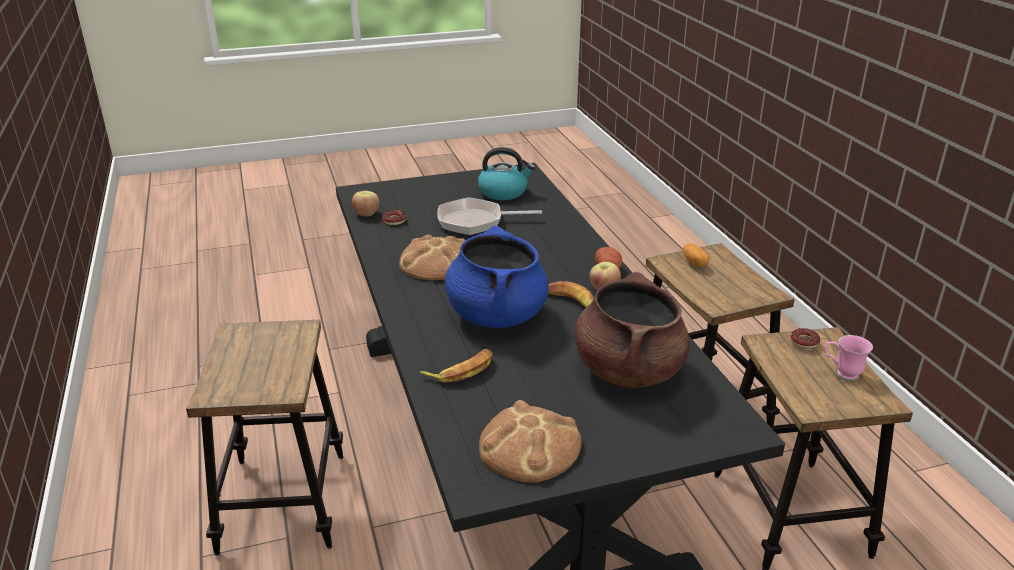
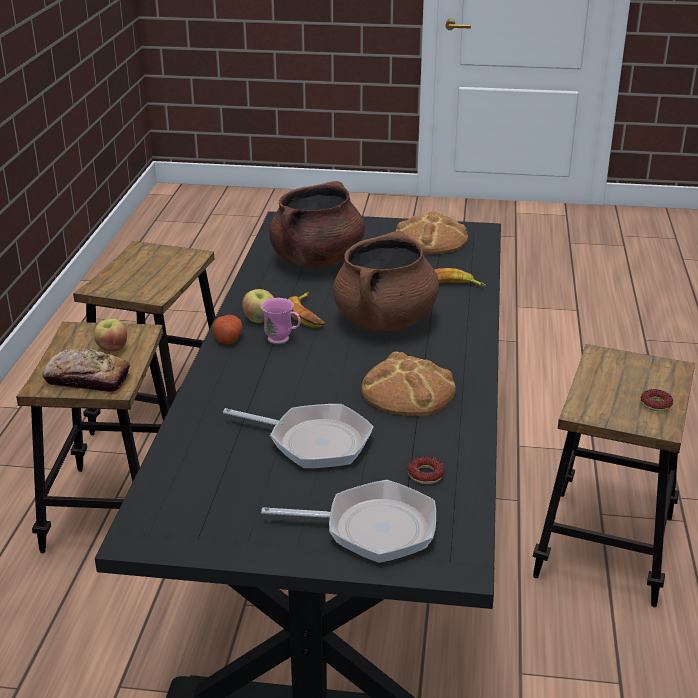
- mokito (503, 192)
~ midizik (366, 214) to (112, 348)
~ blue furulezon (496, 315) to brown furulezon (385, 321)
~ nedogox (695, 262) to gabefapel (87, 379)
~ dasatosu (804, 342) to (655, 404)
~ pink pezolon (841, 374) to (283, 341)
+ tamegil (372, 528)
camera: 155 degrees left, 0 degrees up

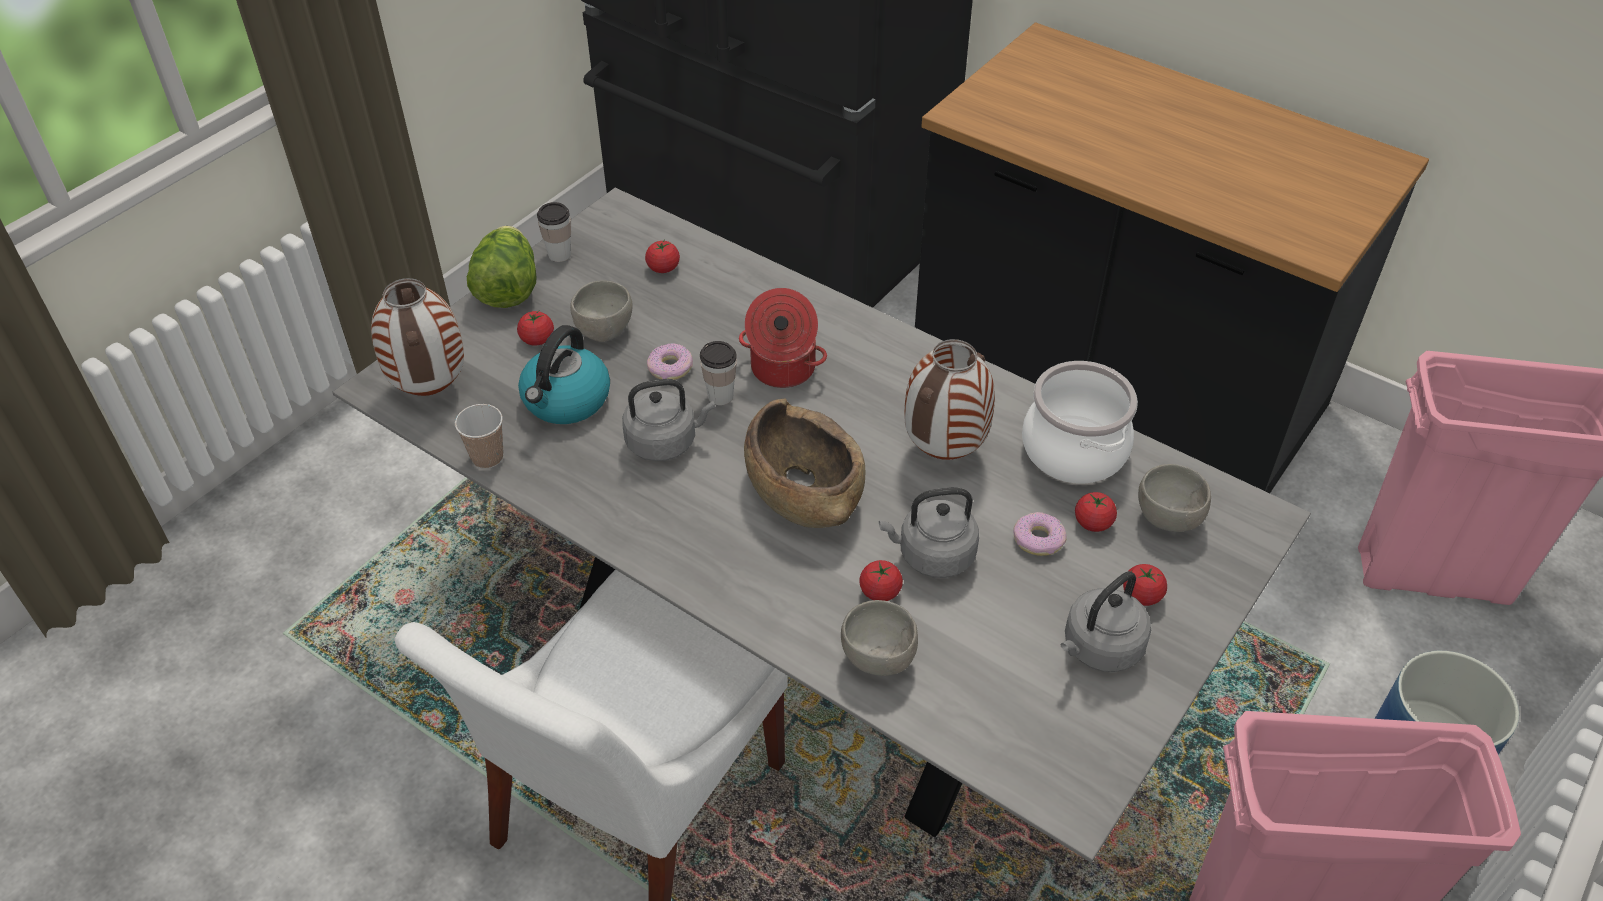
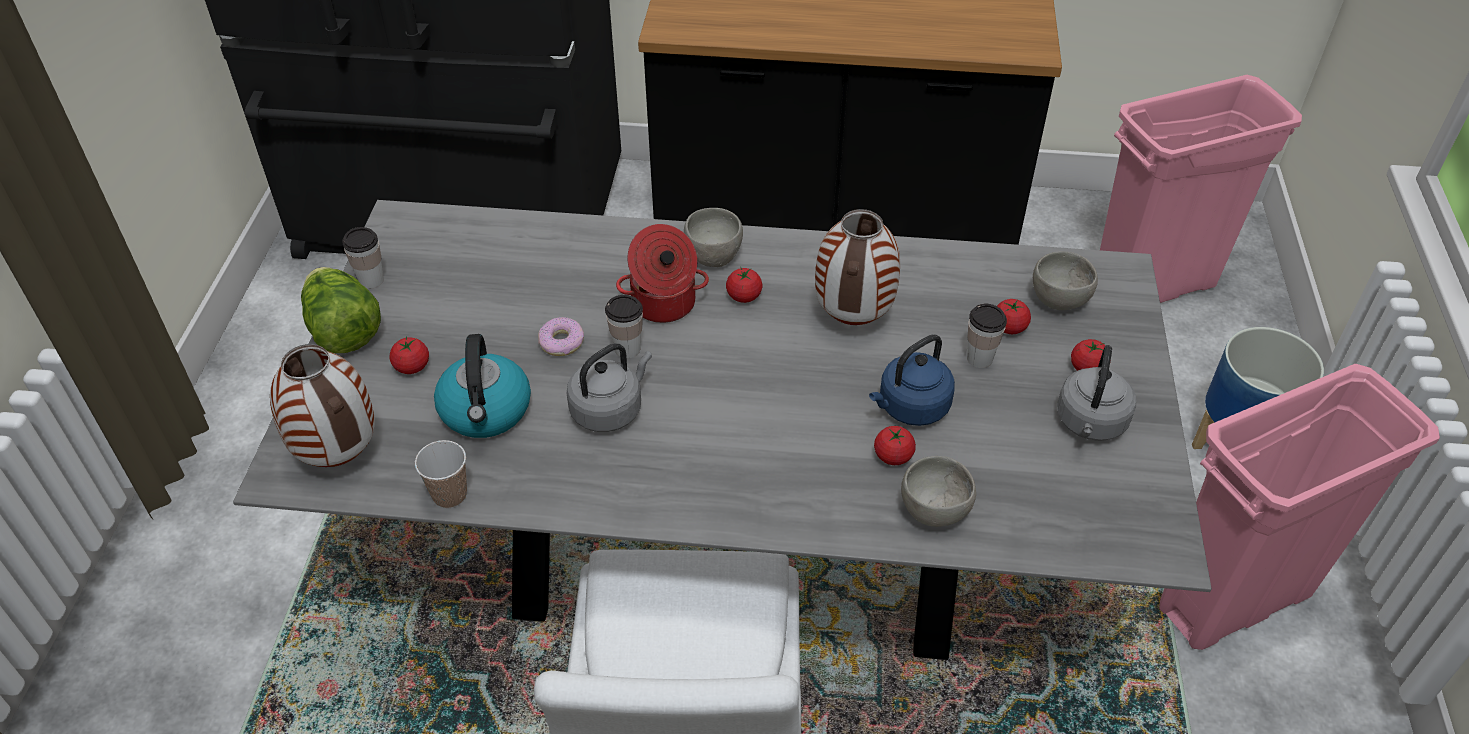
~ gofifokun (663, 268) to (744, 296)
~ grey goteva (603, 330) to (712, 256)
- furulezon (1075, 450)
- brown goteva (803, 489)
~ grey mokito (932, 556) to blue mokito (910, 408)
~ dasatosu (1038, 539) to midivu (979, 358)
camera: 30 degrees left, 0 degrees up

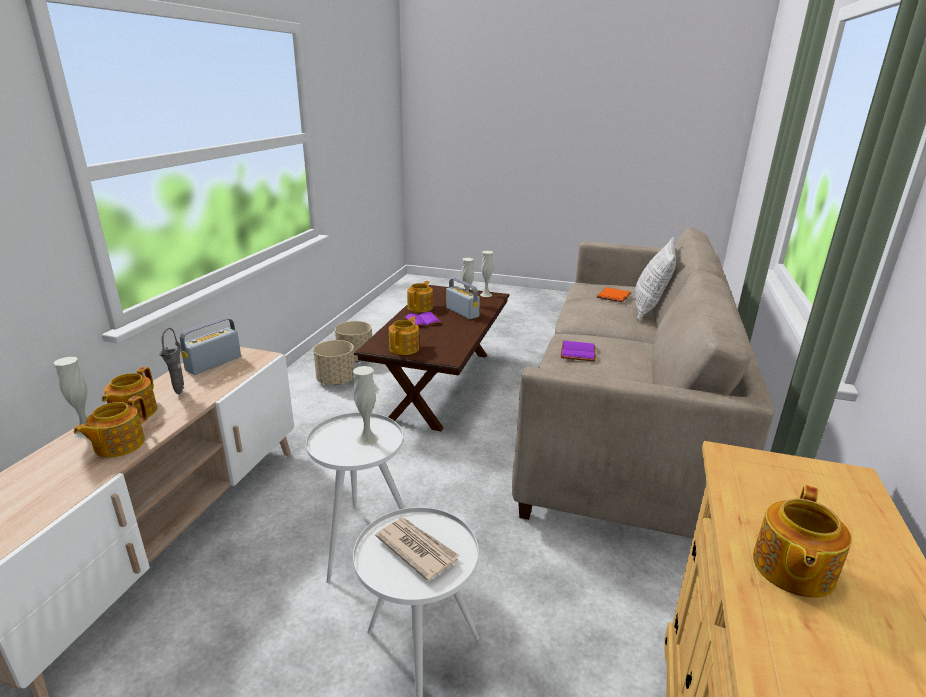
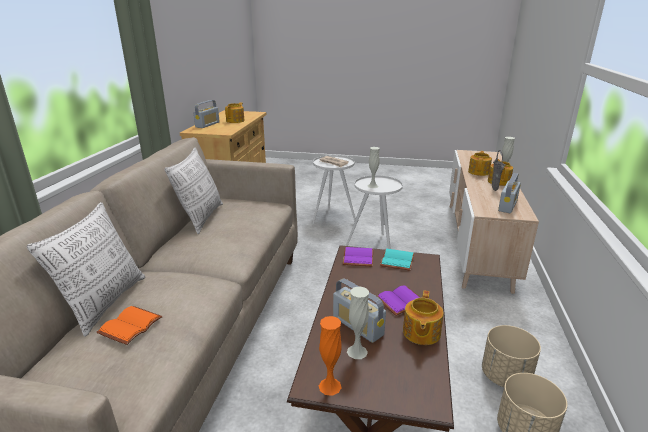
~ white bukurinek (486, 294) to orange bukurinek (330, 386)
~ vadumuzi (405, 348) to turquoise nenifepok (396, 260)
~ purple nenifepok (579, 353) to (357, 257)
+ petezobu (207, 125)
+ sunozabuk (201, 218)
camera: 175 degrees right, 0 degrees up

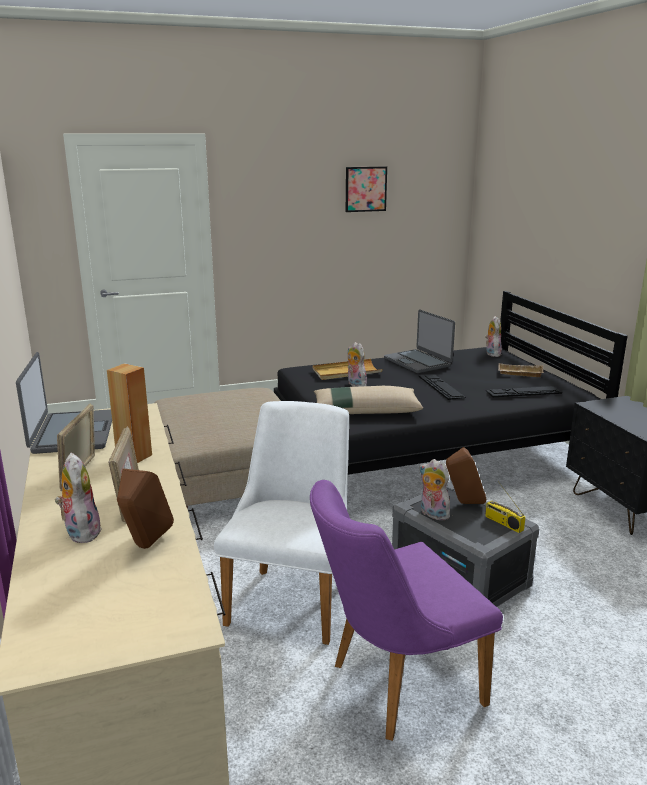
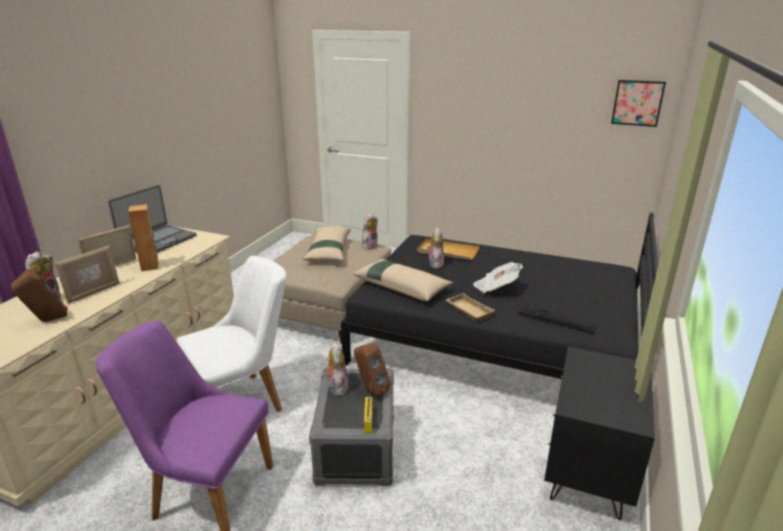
~ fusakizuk (365, 189) to (637, 103)
- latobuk (418, 362)
~ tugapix (491, 354) to (369, 246)
~ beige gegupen (519, 373) to (468, 310)
~ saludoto (441, 386) to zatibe (496, 288)
+ beige sunozabuk (328, 251)
camera: 40 degrees right, 5 degrees up

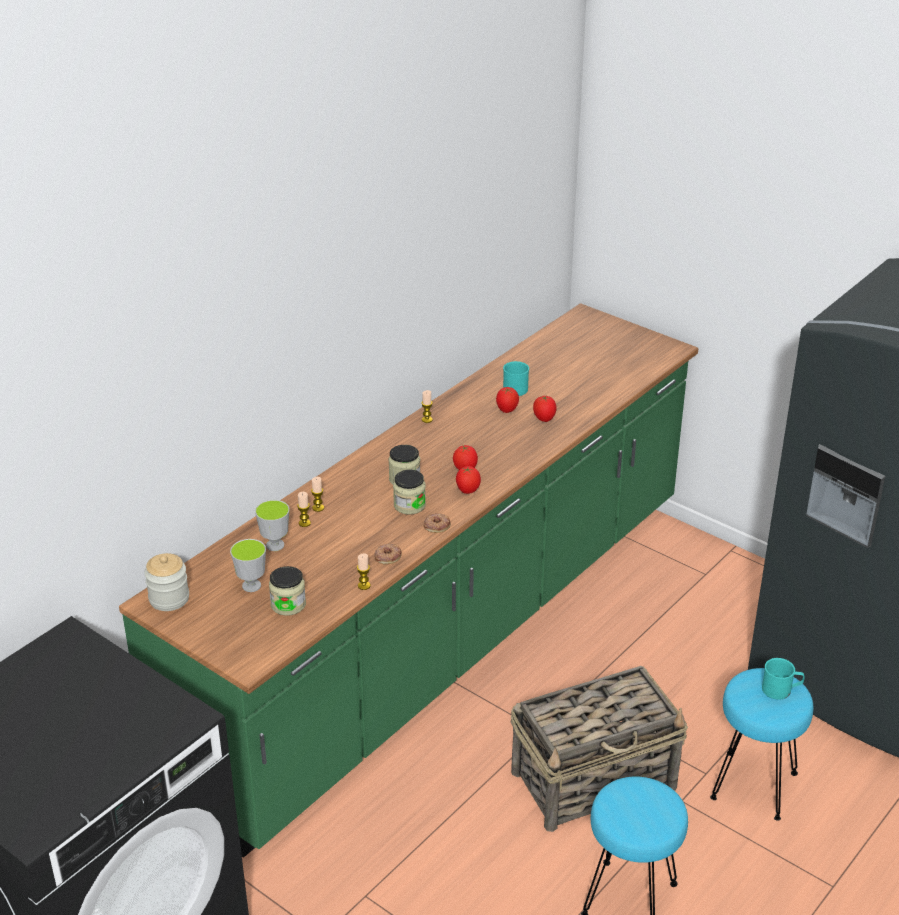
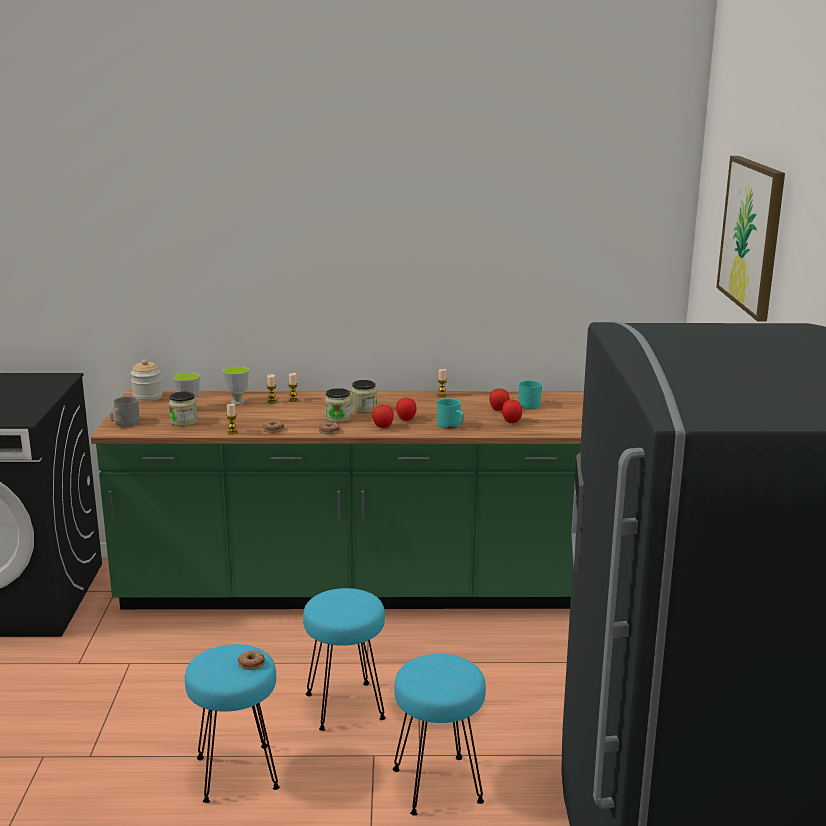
~ turquoise pezolon (781, 689) to (451, 425)
~ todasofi (595, 779) to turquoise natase (346, 706)
+ fusakizuk (752, 235)
+ grey pezolon (124, 423)
+ dasatosu (251, 663)
camera: 50 degrees right, 15 degrees down

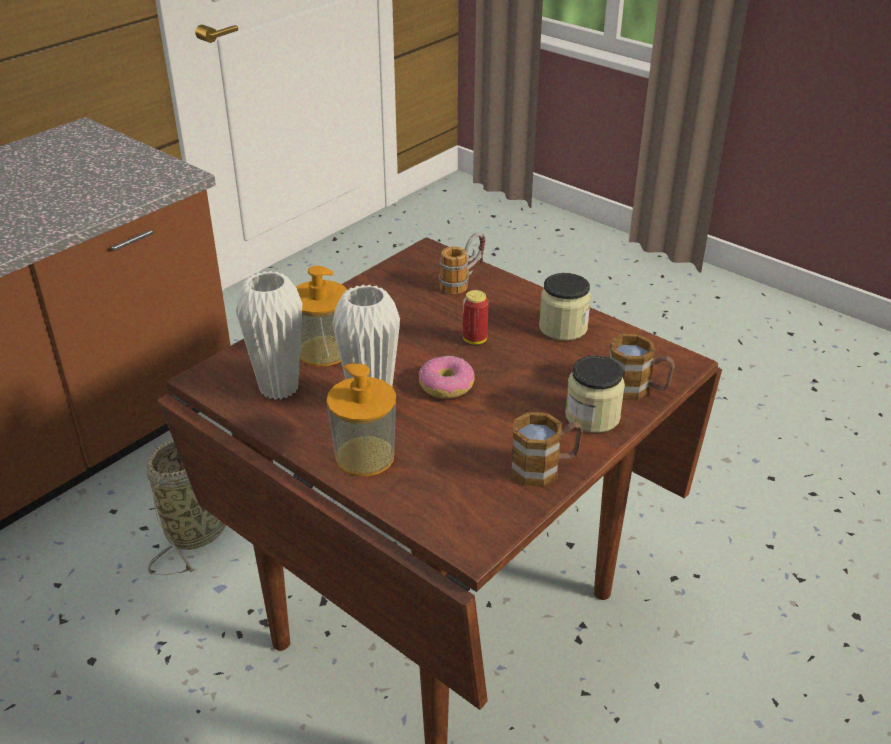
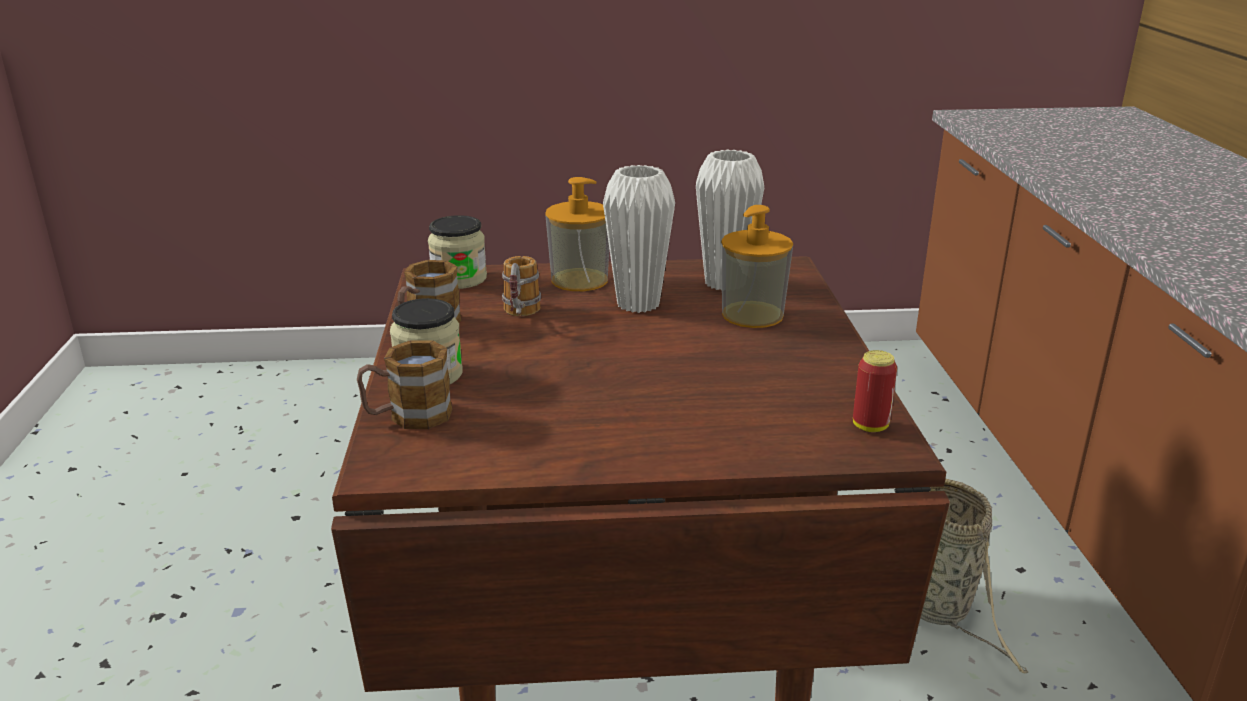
~ pezolon (463, 282) to (520, 316)
~ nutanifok (563, 327) to (459, 279)
~ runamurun (474, 340) to (870, 426)
- dasatosu (446, 386)
camera: 135 degrees right, 10 degrees down

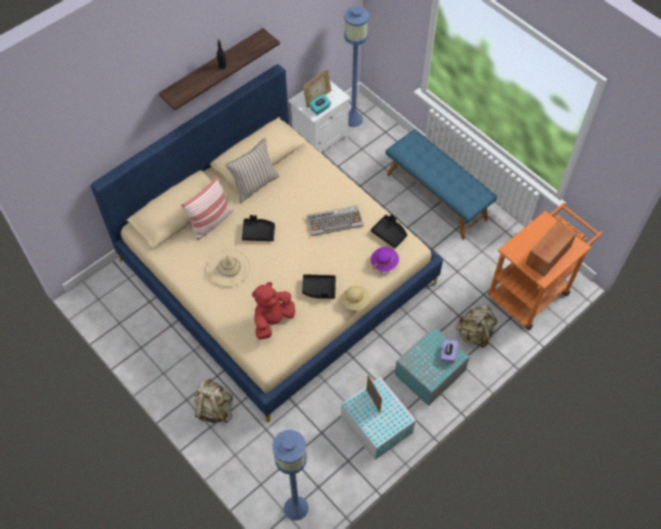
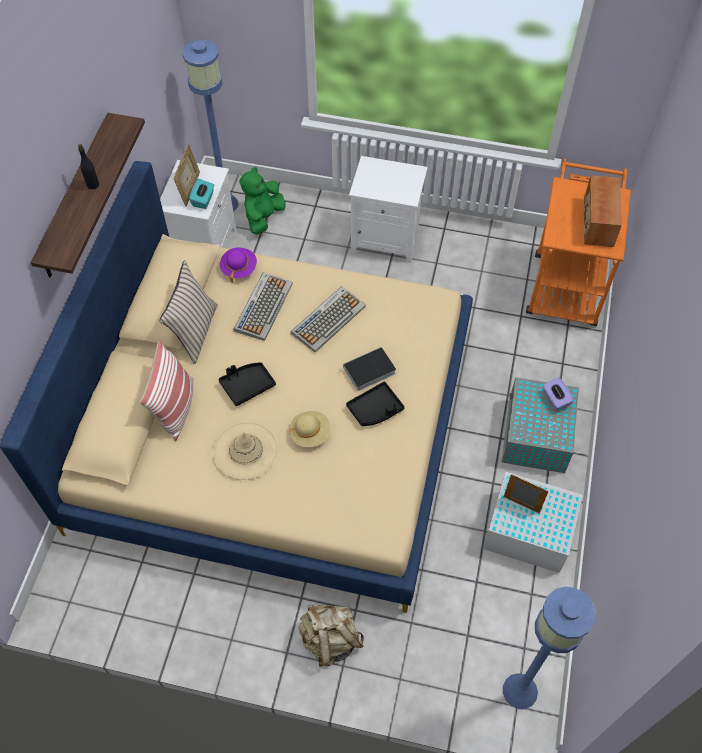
~ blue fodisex (437, 196) to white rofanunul (387, 238)
- black gegupen (389, 233)
~ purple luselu (384, 262) to (239, 268)
- red tugapix (273, 320)
~ beige luselu (355, 301) to (310, 433)
- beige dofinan (475, 333)
+ green tugapix (263, 217)
+ saludoto (263, 306)
+ nenifepok (368, 371)
camera: 35 degrees left, 0 degrees up

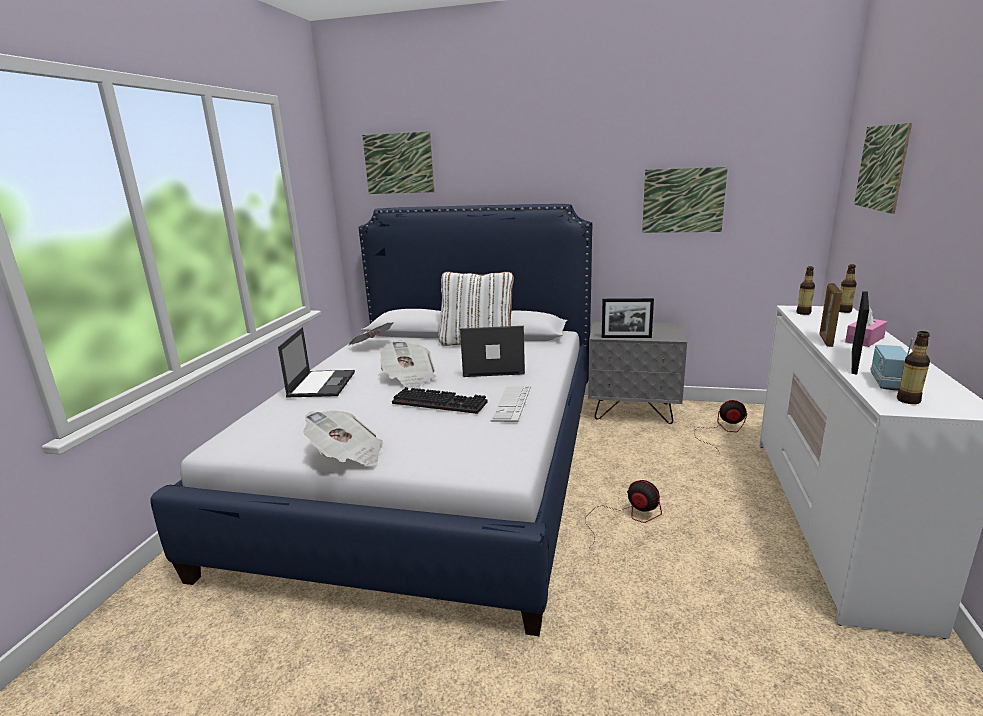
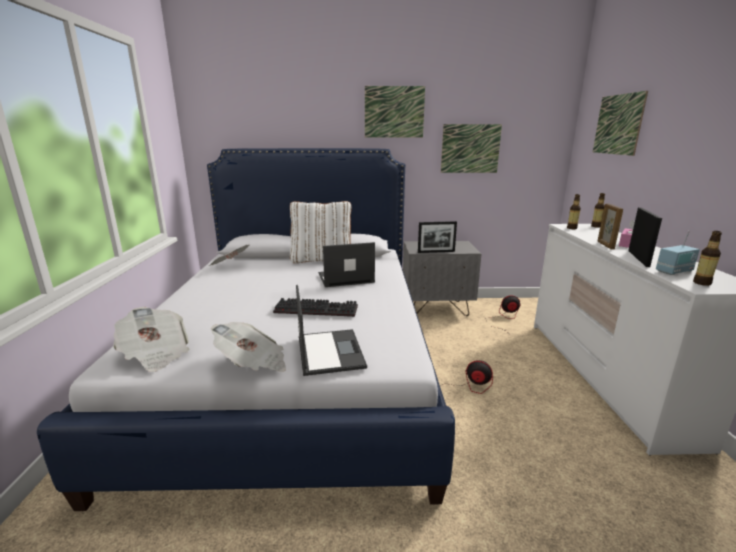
~ fusakizuk (398, 163) to (394, 112)
~ latobuk (322, 384) to (329, 351)
~ petezobu (886, 382) = (674, 271) 120 degrees counterclockwise
~ zatibe (409, 379) to (155, 354)
- saludoto (511, 404)
camera: 15 degrees left, 0 degrees up

